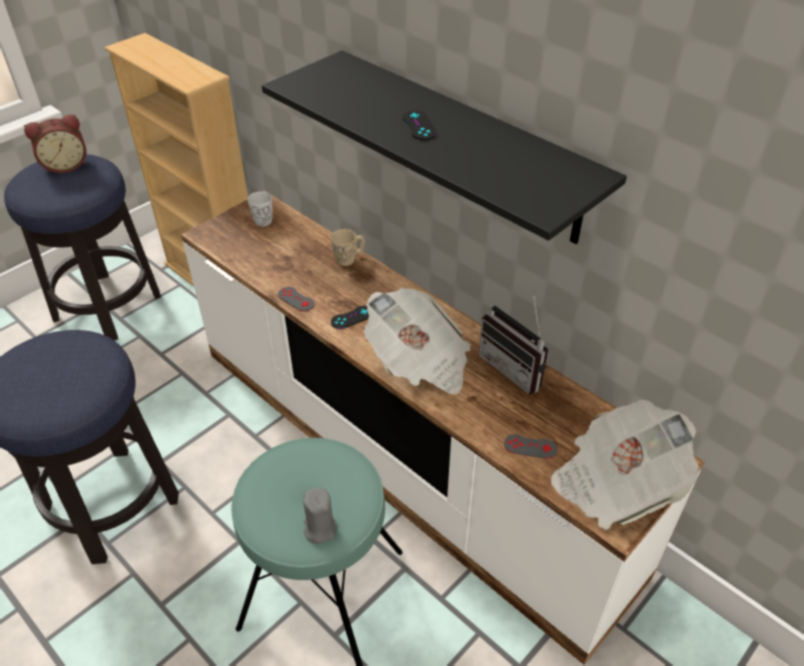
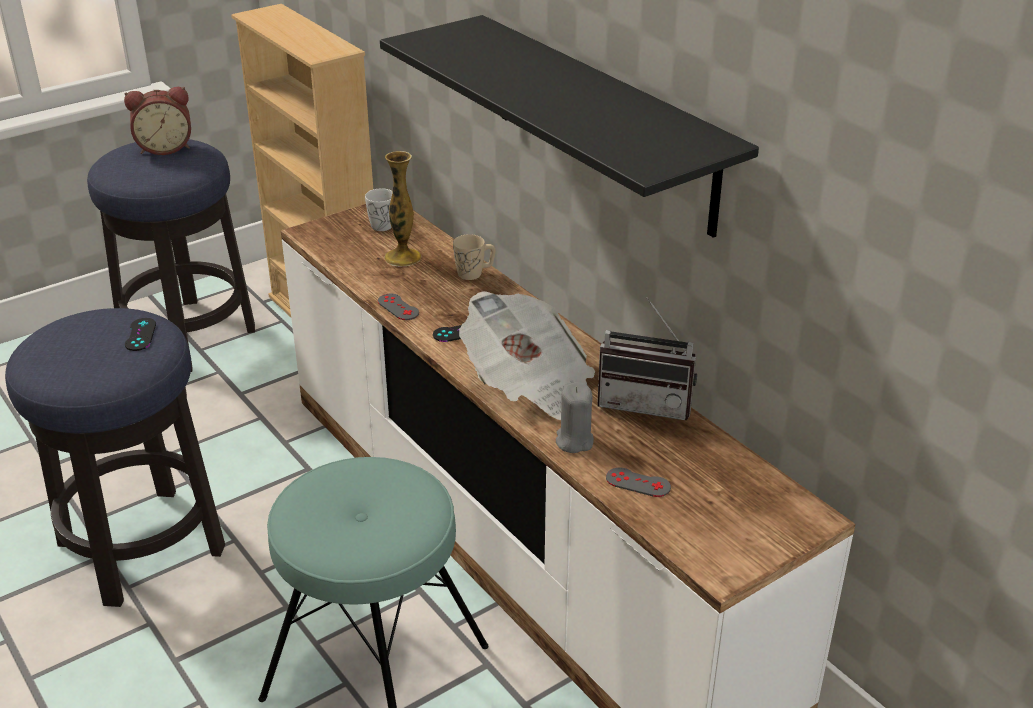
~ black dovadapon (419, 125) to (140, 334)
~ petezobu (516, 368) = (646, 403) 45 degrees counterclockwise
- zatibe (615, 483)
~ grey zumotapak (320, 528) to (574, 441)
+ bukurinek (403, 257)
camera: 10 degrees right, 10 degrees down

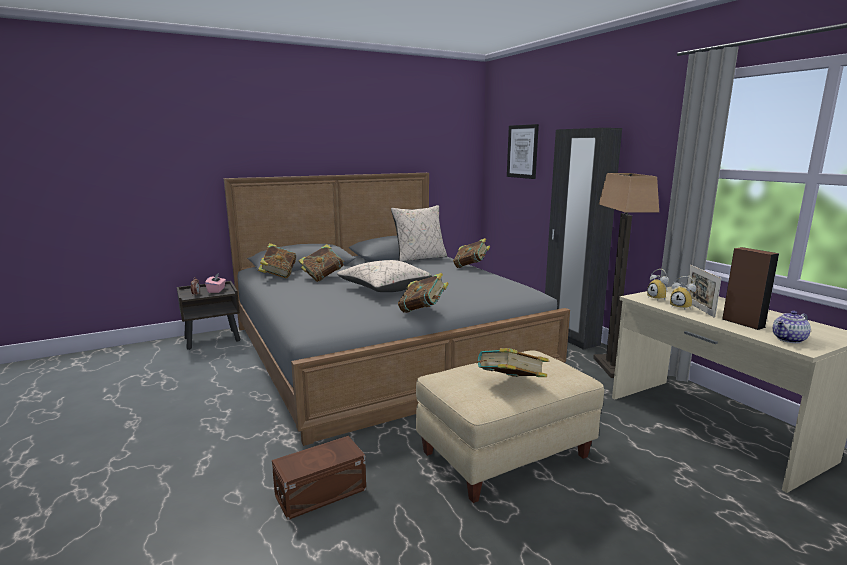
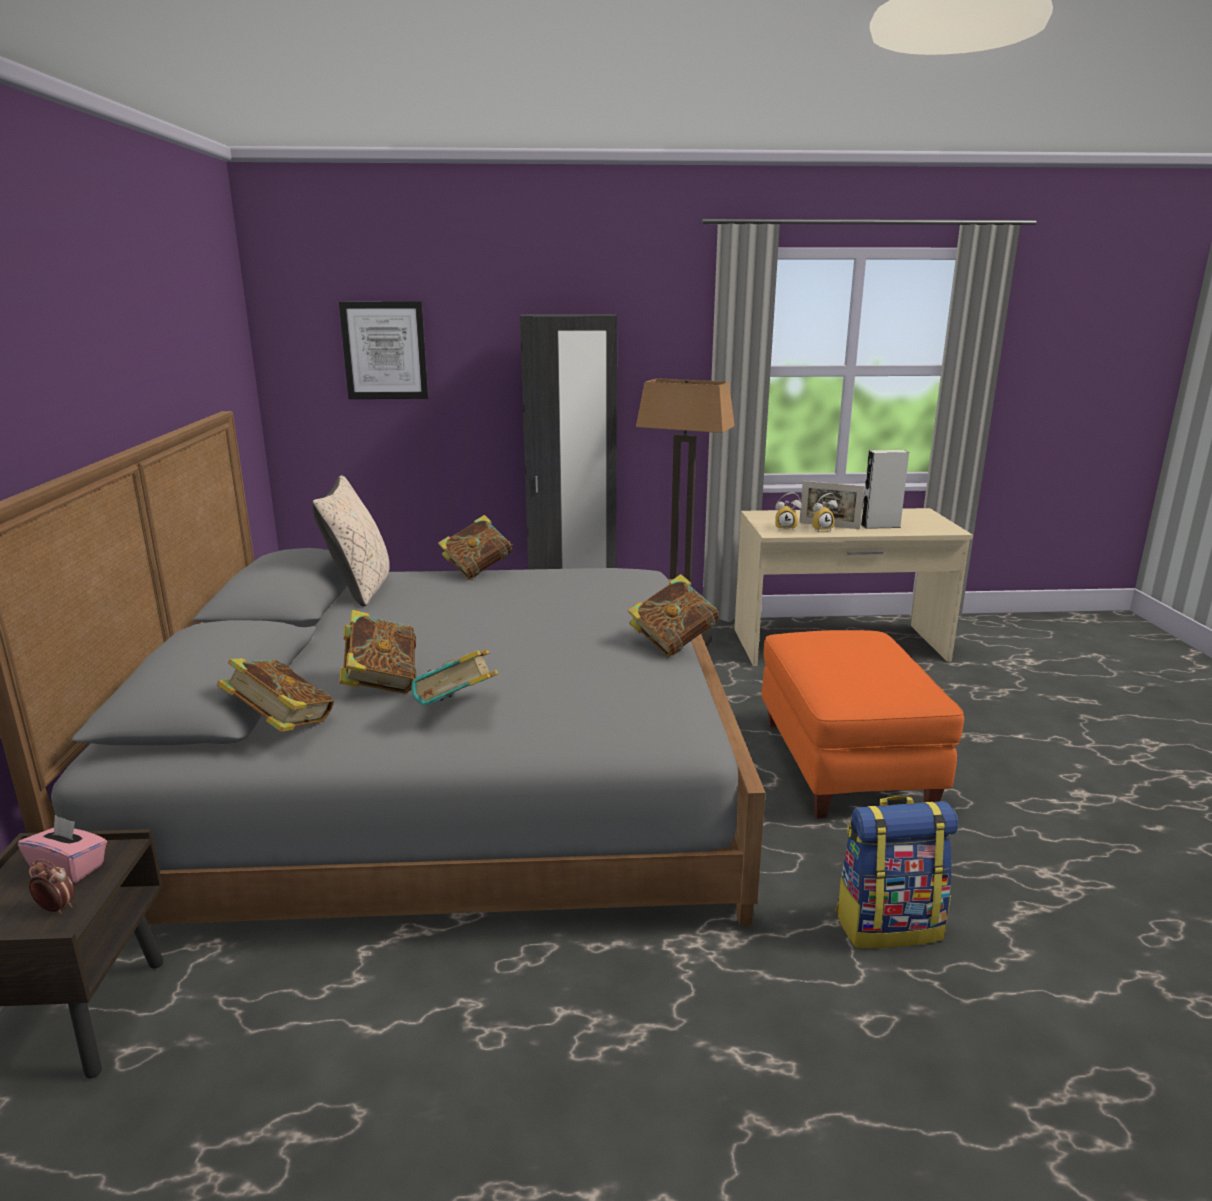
~ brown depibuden (743, 323) to grey depibuden (880, 526)
- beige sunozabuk (384, 288)
- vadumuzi (789, 340)
~ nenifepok (510, 385) to (458, 710)
~ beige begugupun (504, 453) to orange begugupun (843, 764)
~ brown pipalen (322, 492) to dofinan (888, 925)
camera: 65 degrees left, 5 degrees up

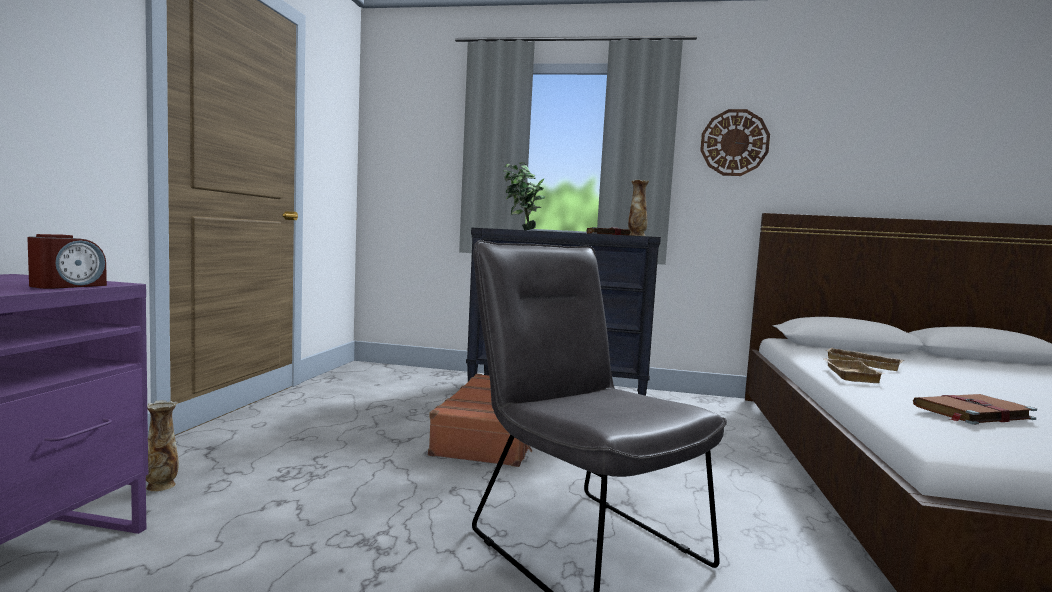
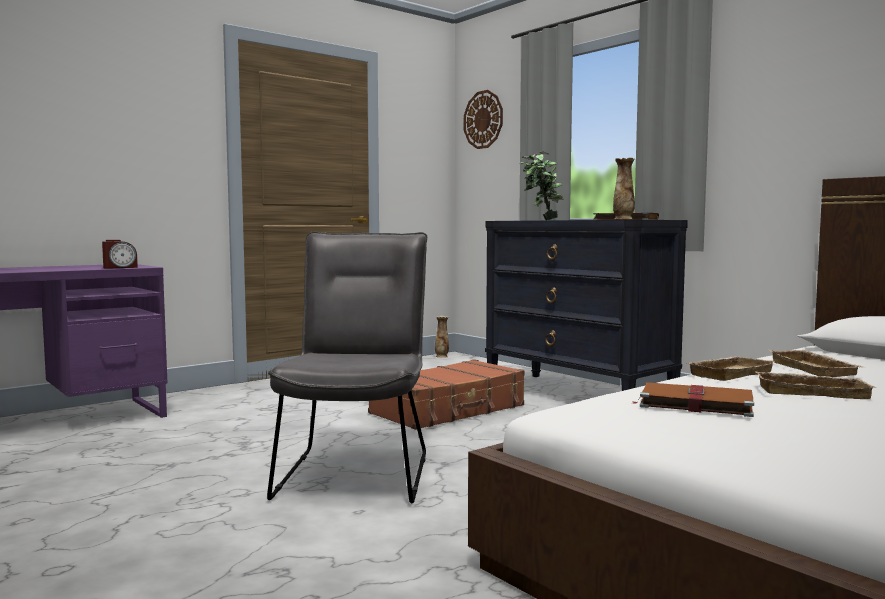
~ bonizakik (734, 143) to (483, 119)
~ bukurinek (161, 485) to (442, 356)
+ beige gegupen (812, 391)
camera: 40 degrees right, 0 degrees up

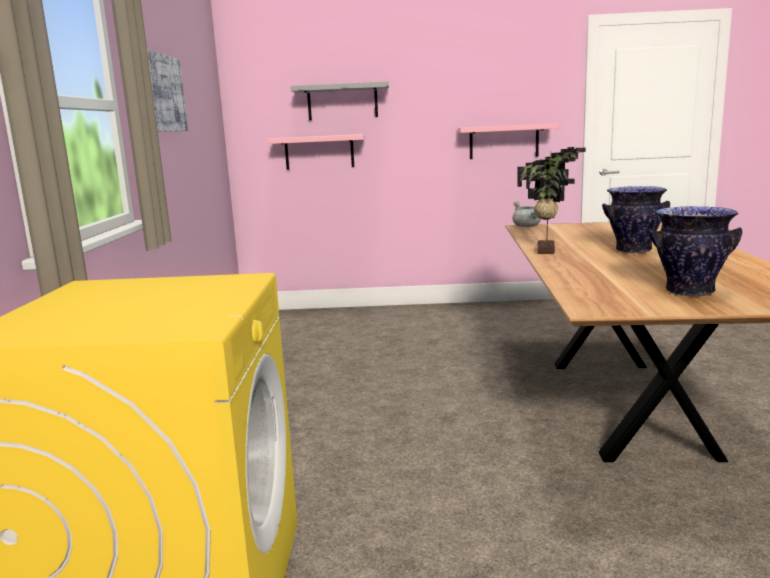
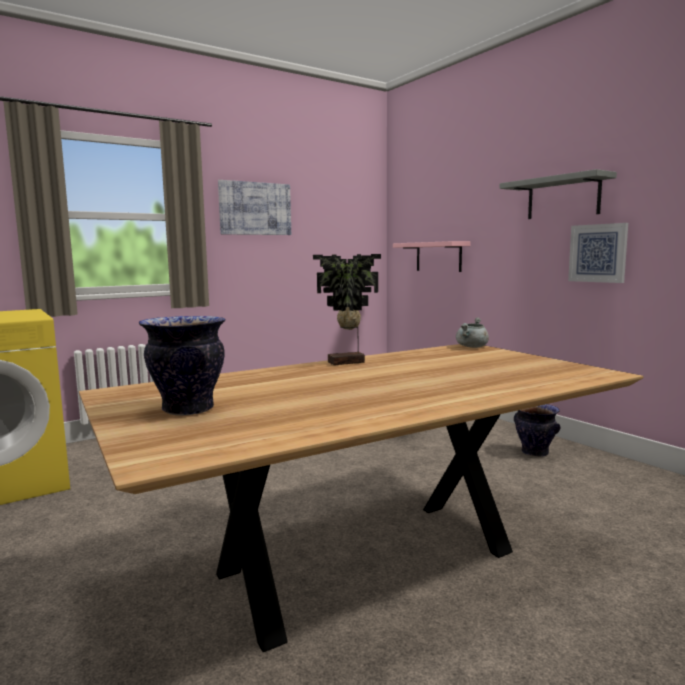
~ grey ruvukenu (342, 102) to (563, 197)
~ pink ruvukenu (504, 141) to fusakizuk (598, 253)
~ bukurinek (633, 250) to (535, 453)
camera: 55 degrees right, 5 degrees down

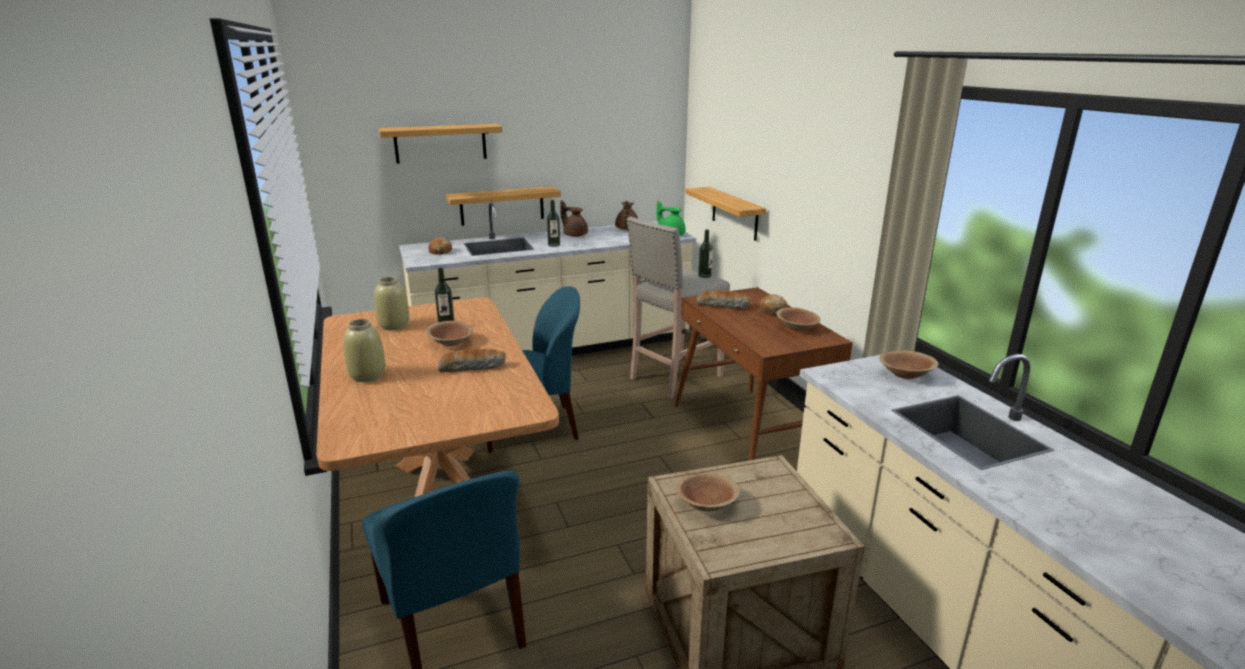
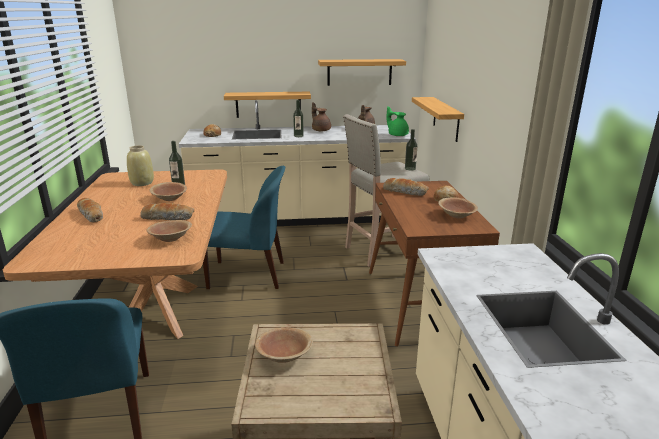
~ ruvukenu (440, 143) to (359, 72)
~ beige bukurinek (368, 376) to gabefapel (92, 215)
~ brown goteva (905, 375) to (170, 238)
camera: 15 degrees right, 0 degrees up

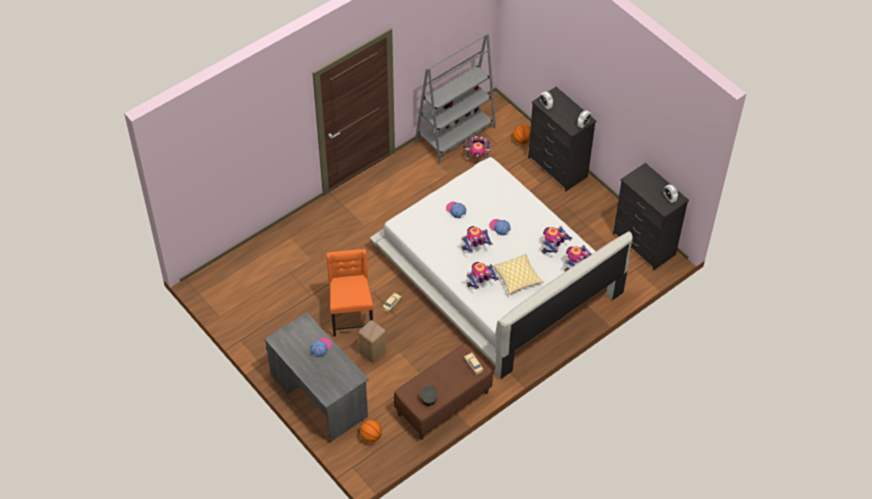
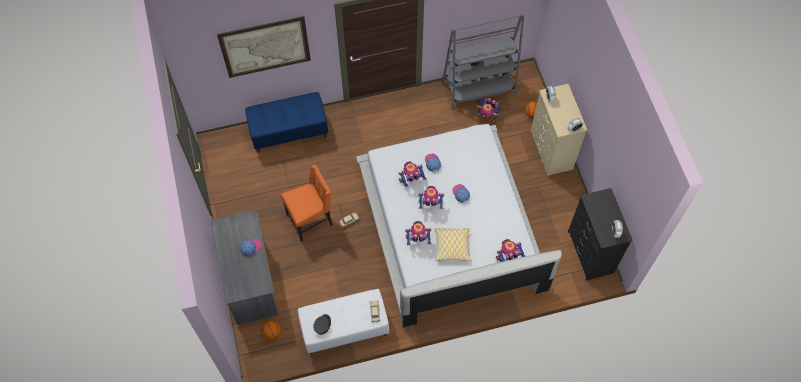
~ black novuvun (557, 167) to beige novuvun (551, 151)
~ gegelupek (553, 248) to (411, 180)
~ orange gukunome (351, 317) = (310, 219) 45 degrees clockwise
- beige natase (373, 353)
~ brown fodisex (443, 404) to white fodisex (344, 329)
+ fusakizuk (265, 47)
+ blue fodisex (289, 131)
camera: 25 degrees right, 10 degrees up

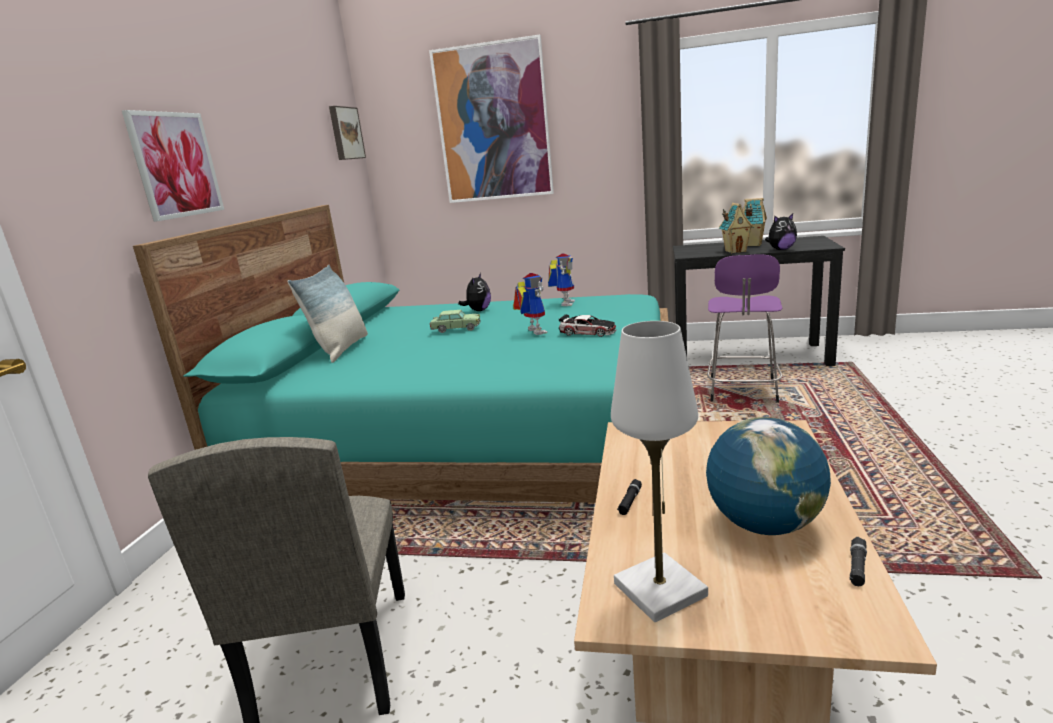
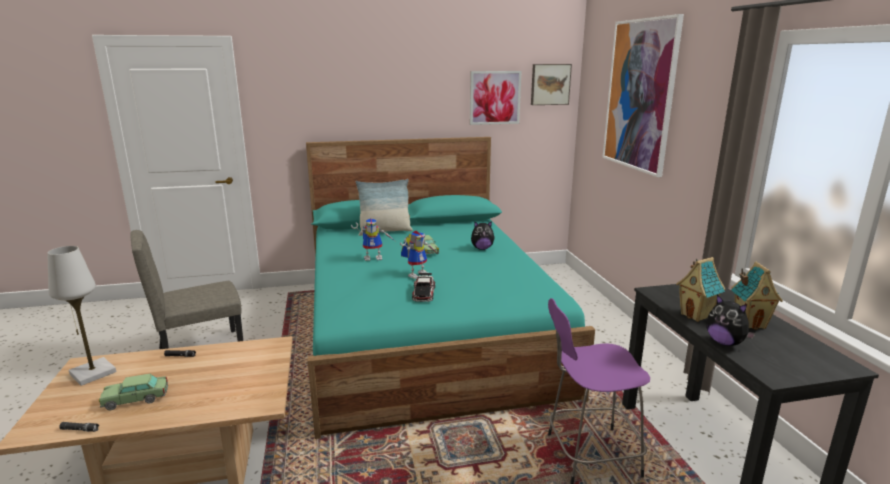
~ fusakizuk (175, 165) to (495, 97)
~ gegelupek (564, 303) to (374, 257)
~ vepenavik (764, 525) to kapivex (136, 399)
camera: 65 degrees right, 0 degrees up

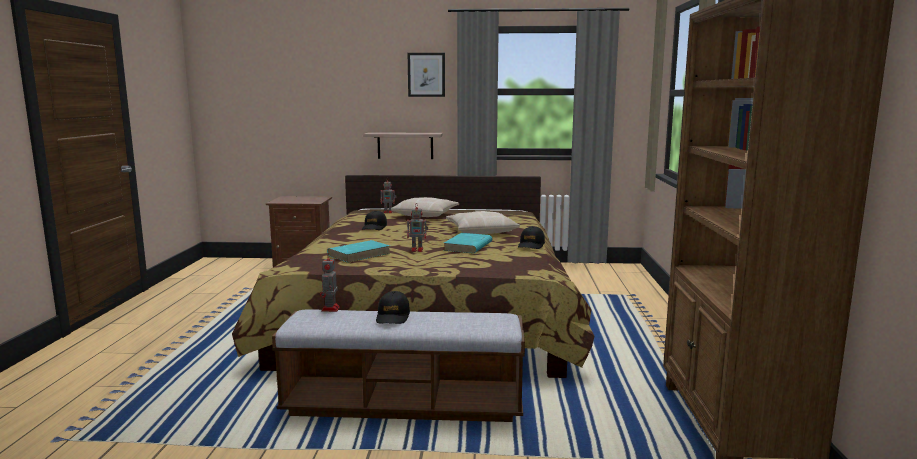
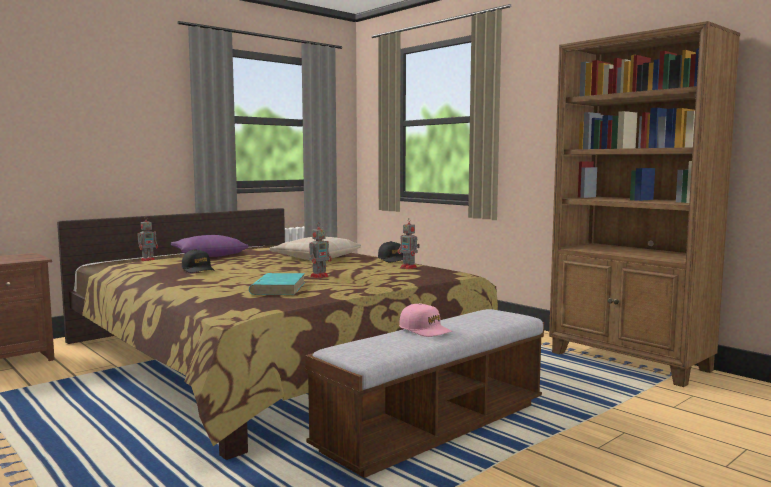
- fusakizuk (426, 75)
- ruvukenu (405, 145)
~ beige sunozabuk (426, 214) to purple sunozabuk (209, 255)
- turquoise nenifepok (468, 246)
~ gegelupek (330, 309) to (409, 268)
~ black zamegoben (393, 316) to pink zamegoben (425, 330)
camera: 45 degrees left, 5 degrees down

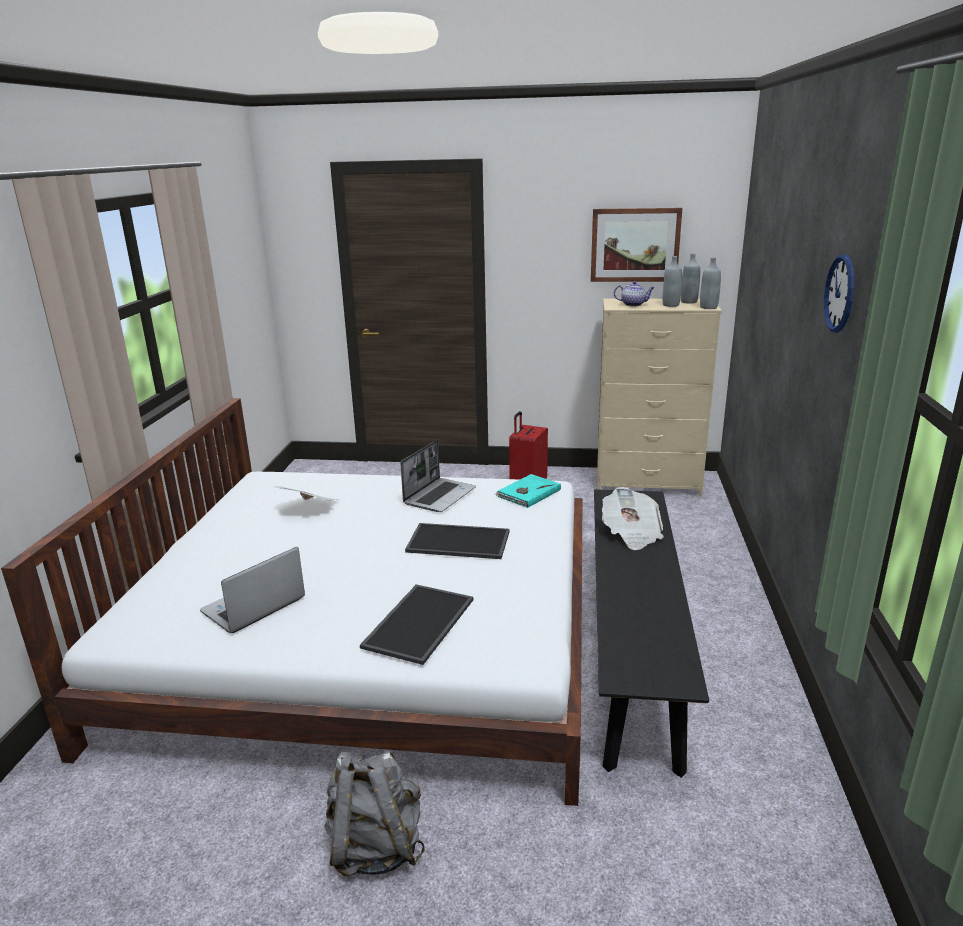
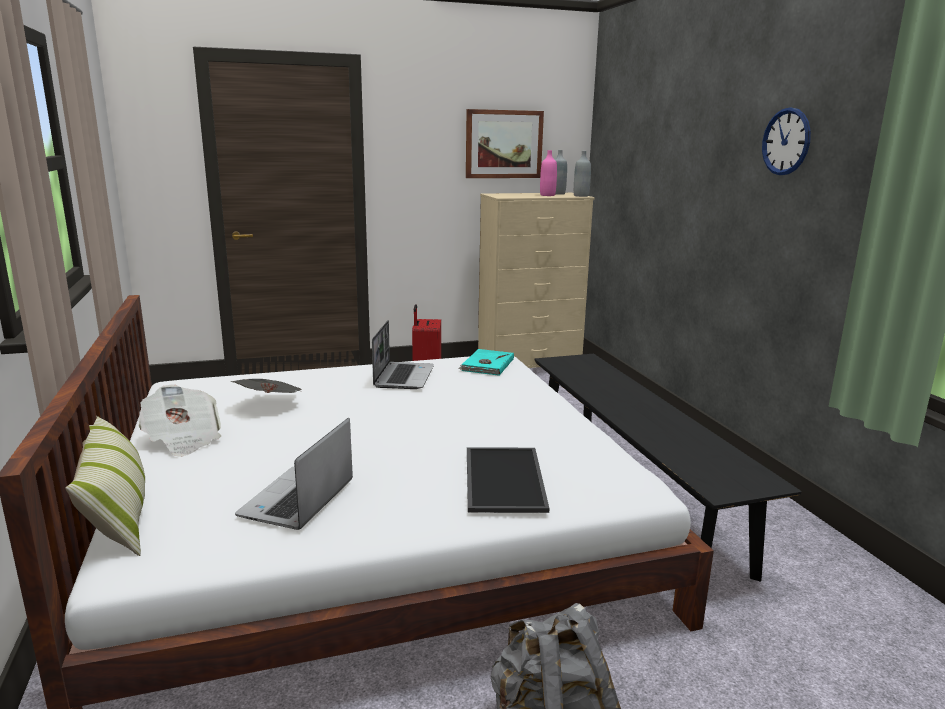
~ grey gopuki (670, 305) to pink gopuki (547, 195)
- vadumuzi (633, 304)
~ zatibe (631, 534) to (183, 439)
- gegupen (457, 542)
+ sunozabuk (117, 510)
camera: 25 degrees left, 5 degrees down

